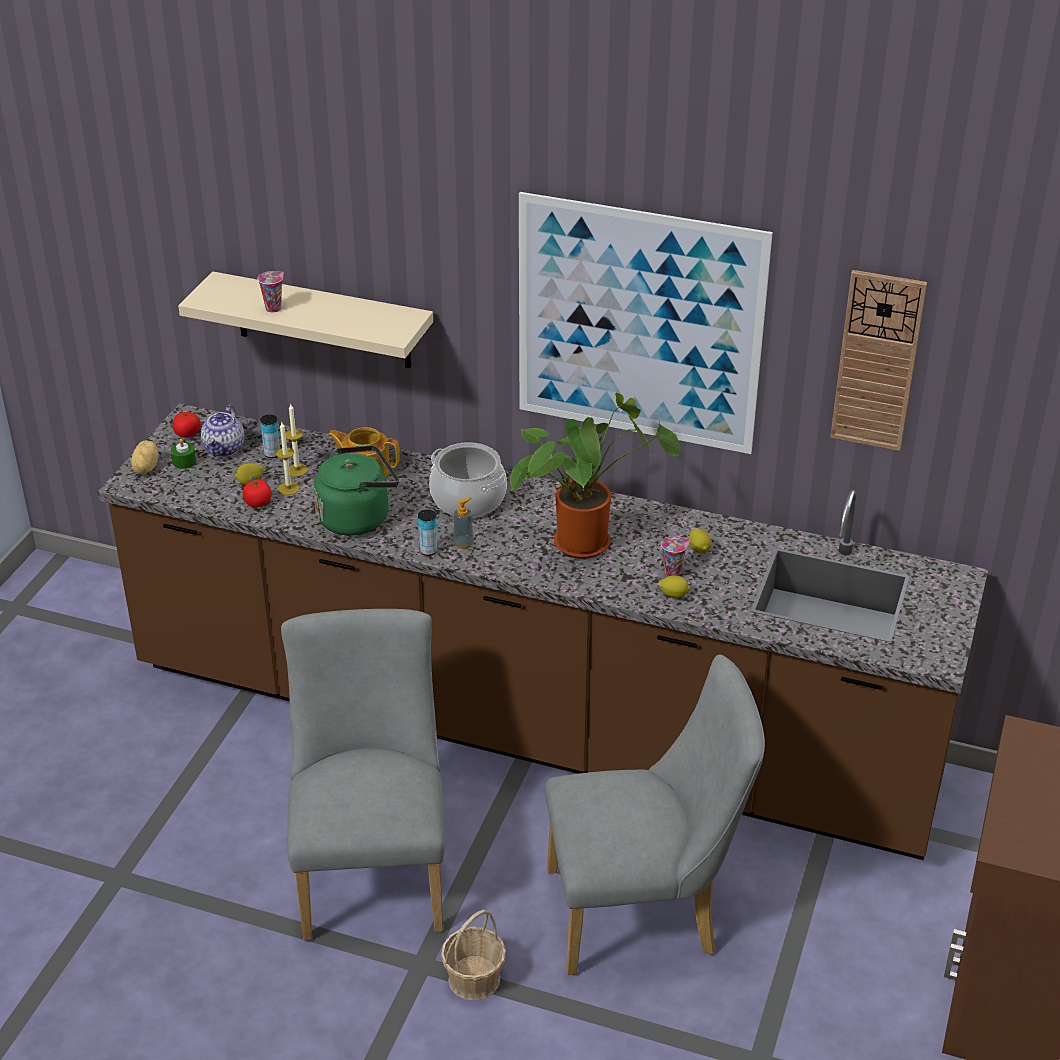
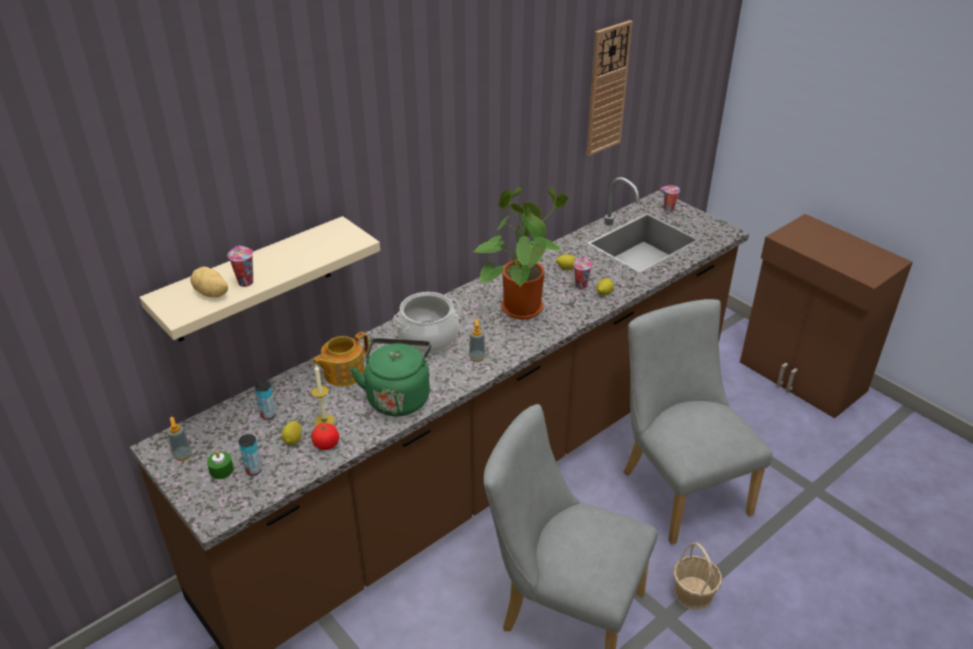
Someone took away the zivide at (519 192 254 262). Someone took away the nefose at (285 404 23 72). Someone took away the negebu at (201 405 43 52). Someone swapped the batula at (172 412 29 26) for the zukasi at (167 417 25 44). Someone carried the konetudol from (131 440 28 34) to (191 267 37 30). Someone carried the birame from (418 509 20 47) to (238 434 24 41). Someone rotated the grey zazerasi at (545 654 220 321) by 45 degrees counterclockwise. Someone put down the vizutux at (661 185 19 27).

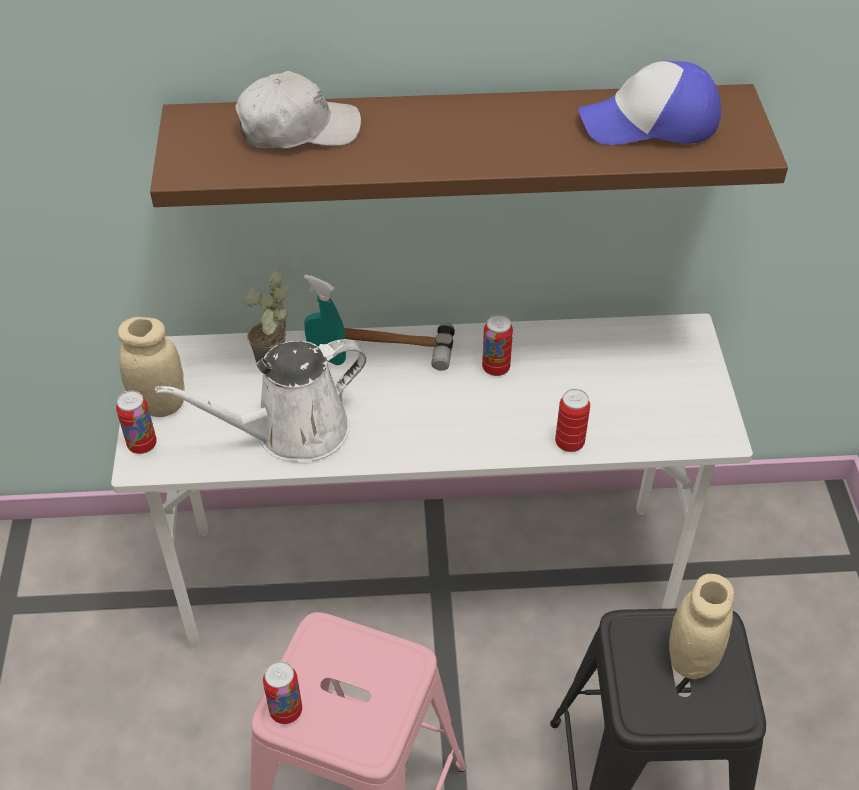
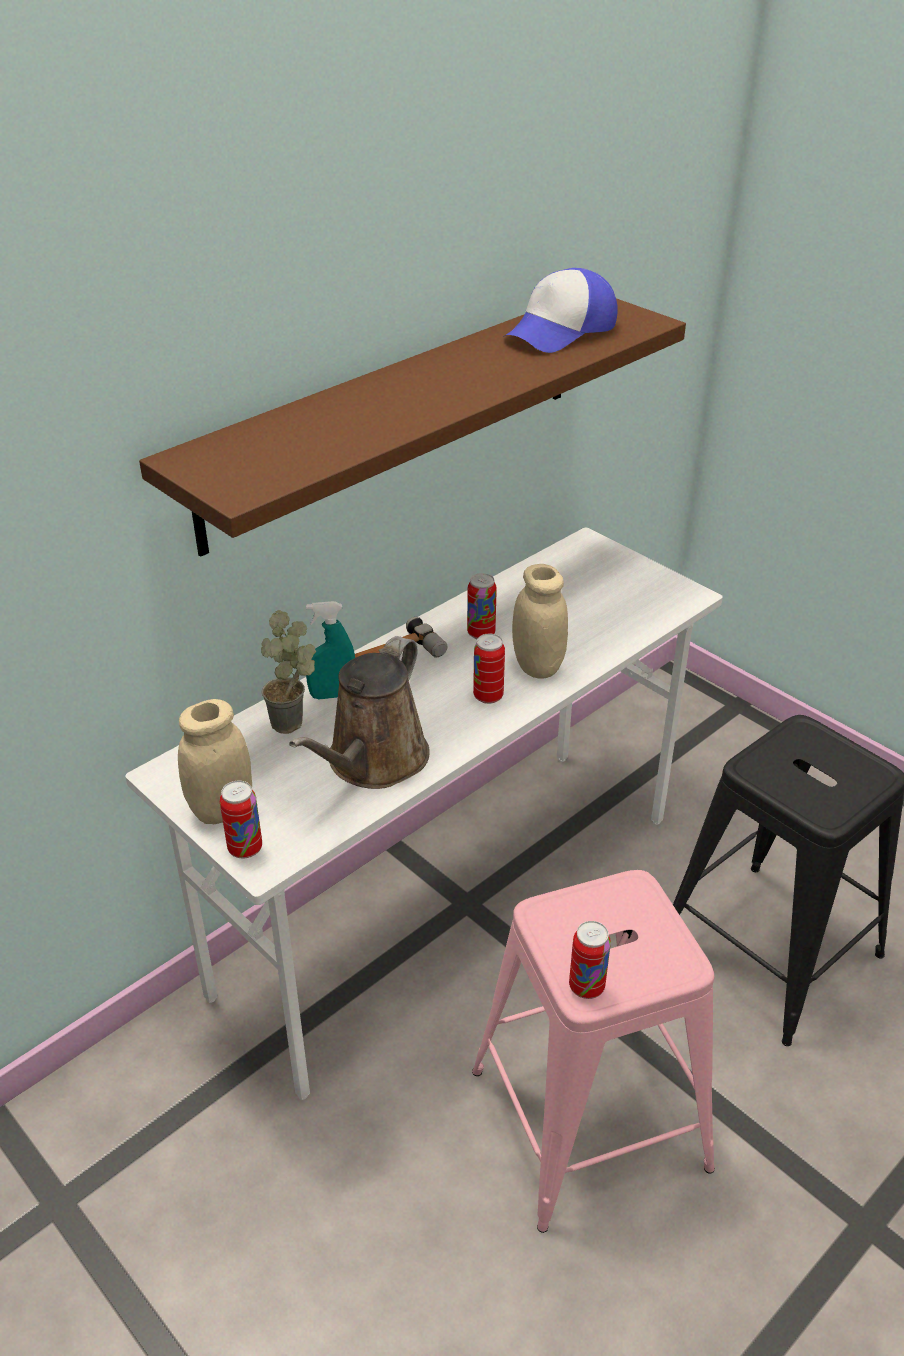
Someone took away the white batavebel at (235 71 126 78). Someone repainted the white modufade at (155 339 211 122), which became the brown modufade at (289 636 141 153). Someone carried the birame from (555 389 35 63) to (473 634 32 70). Someone carried the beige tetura from (669 574 65 105) to (512 564 56 114).

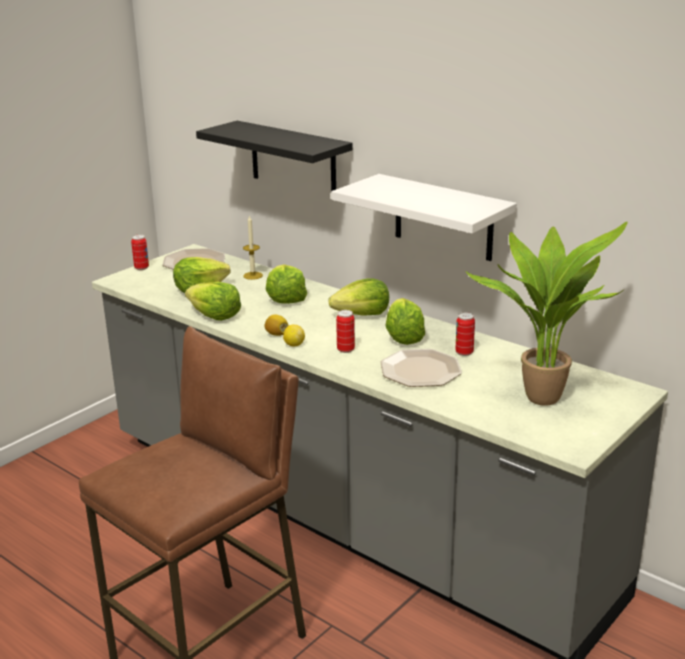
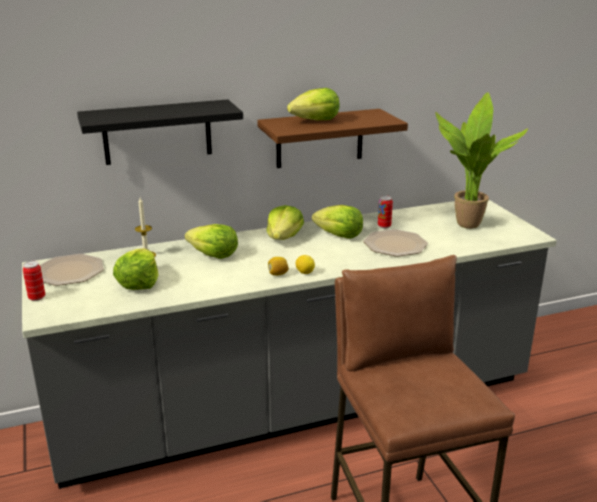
Someone repainted the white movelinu at (331 174 186 87), which became the brown movelinu at (257 109 151 59). Someone carried the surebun from (185 282 56 39) to (287 88 53 32). Someone took away the birame at (336 310 19 43).

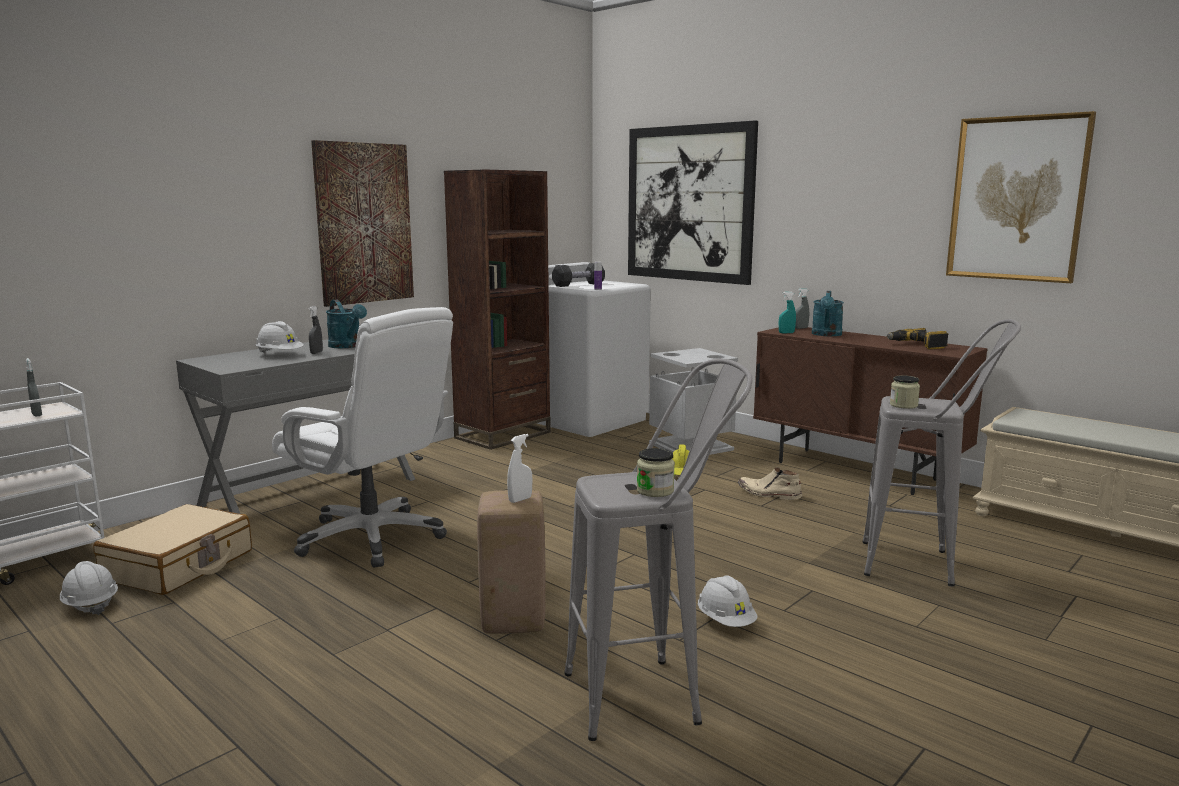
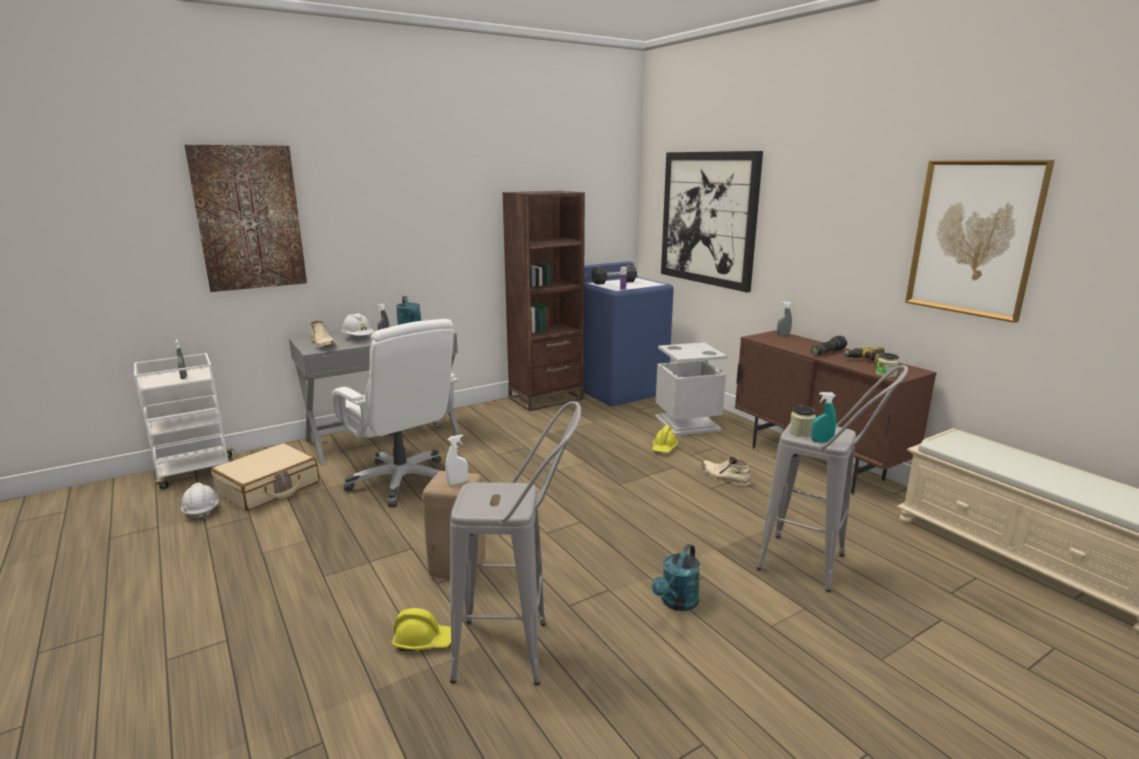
Someone carried the zivide from (311 140 103 167) to (184 145 123 147). Someone repainted the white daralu at (537 262 114 175), which became the blue daralu at (583 261 91 146). Someone carried the turquoise modufade from (812 291 32 45) to (652 544 48 67). Someone carried the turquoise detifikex from (779 292 17 41) to (811 392 25 51). Someone carried the tetura from (637 448 38 49) to (876 353 23 25). Someone took away the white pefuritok at (698 575 60 52). Someone put down the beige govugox at (310 321 26 27). Someone put down the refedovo at (811 336 36 20). Someone put down the yellow pefuritok at (392 608 59 43).

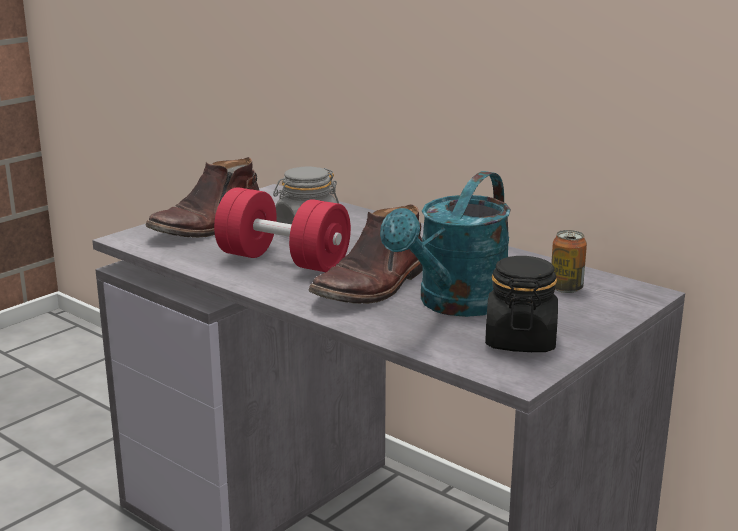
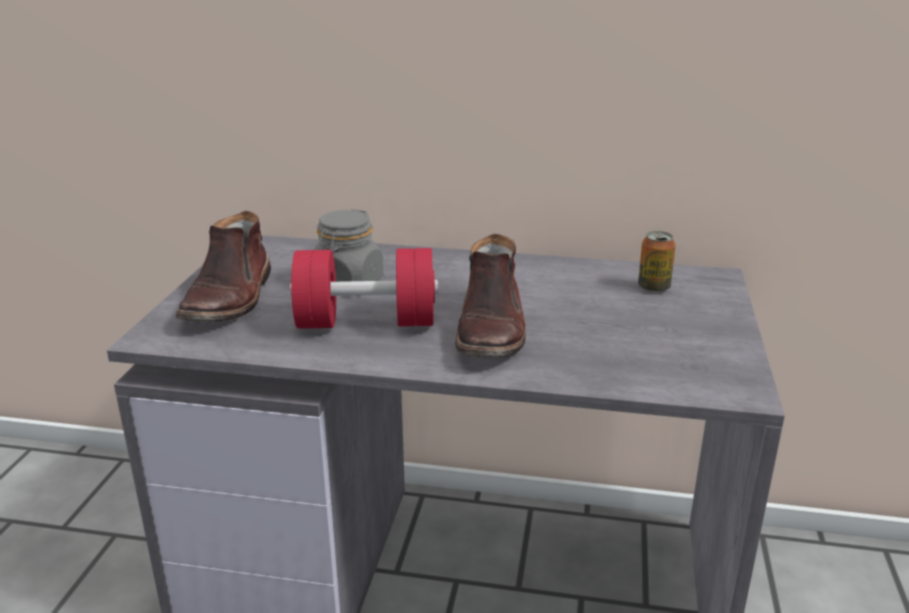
Someone took away the turquoise modufade at (380 171 131 146). Someone took away the black tetura at (485 256 73 96).

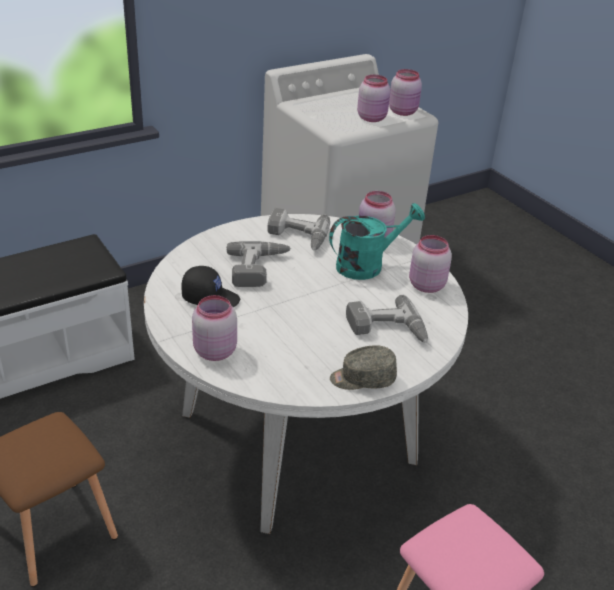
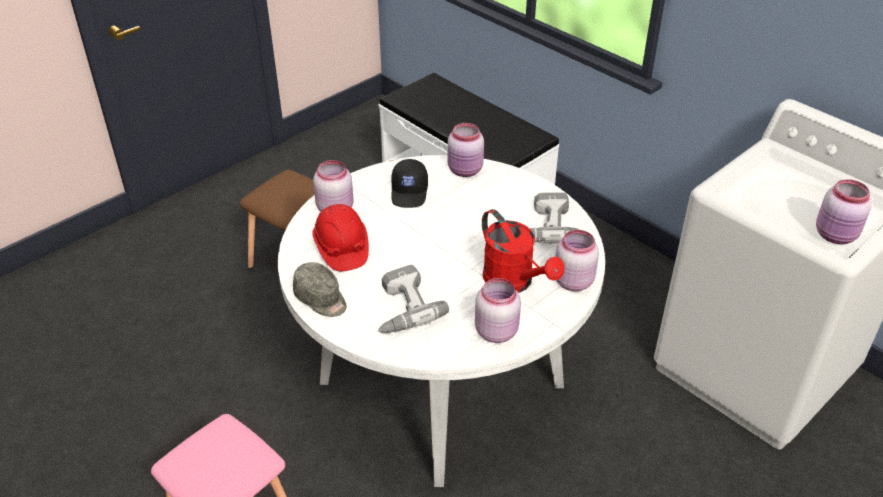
Someone carried the pink tetura from (357 75 33 47) to (448 123 36 54). Someone repainted the turquoise modufade at (329 203 96 77), which became the red modufade at (482 209 82 84). Someone took away the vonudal at (227 241 64 46). Someone rotated the grey batavebel at (330 345 67 45) by 150 degrees clockwise. Someone put down the red pefuritok at (312 204 57 67).

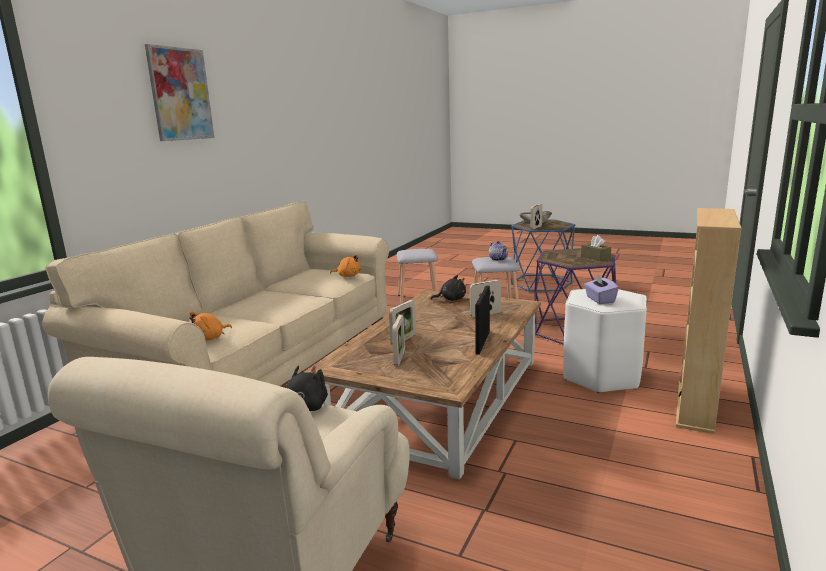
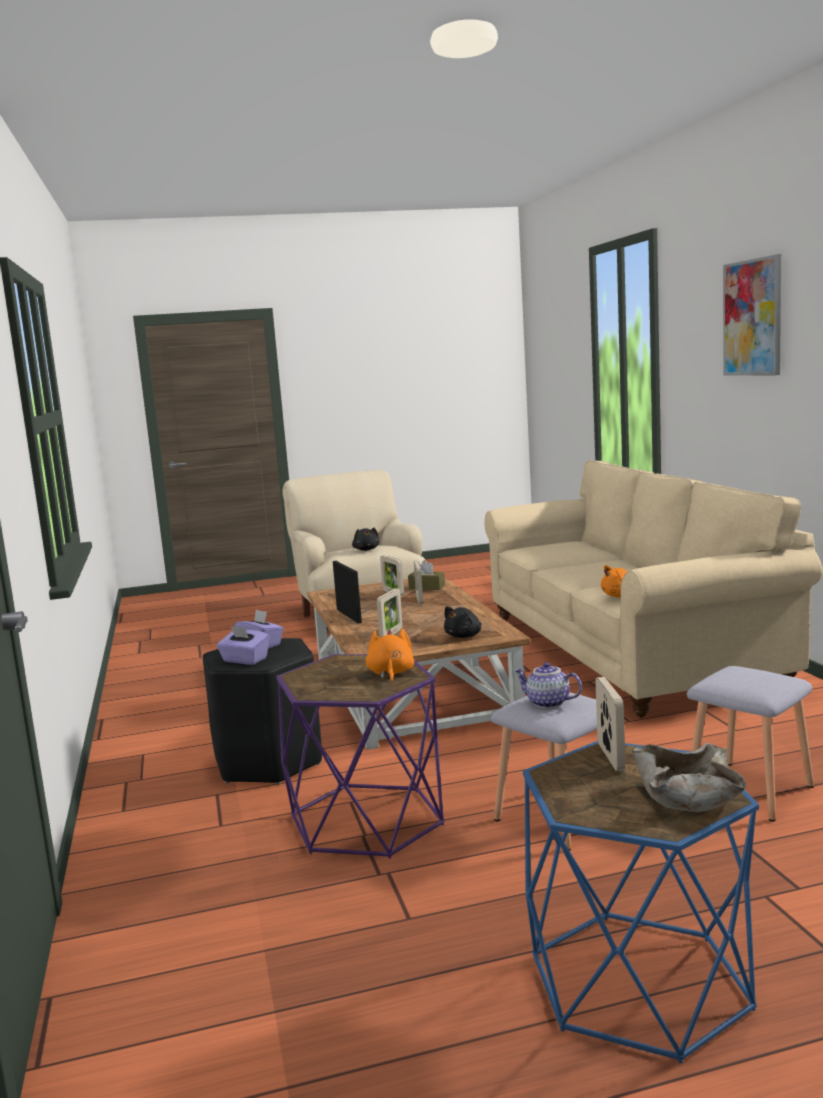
Someone took away the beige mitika at (676 208 66 226). Someone carried the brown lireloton from (581 235 30 26) to (408 560 37 30). Someone repainted the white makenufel at (563 289 84 104), which became the black makenufel at (203 638 119 147). Someone carried the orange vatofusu from (190 312 42 28) to (366 629 48 54). Someone put down the purple lireloton at (217 626 53 39).

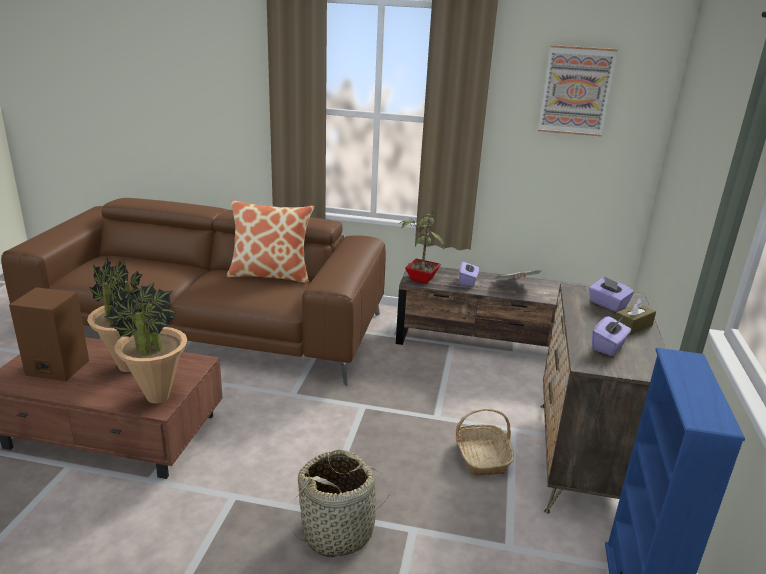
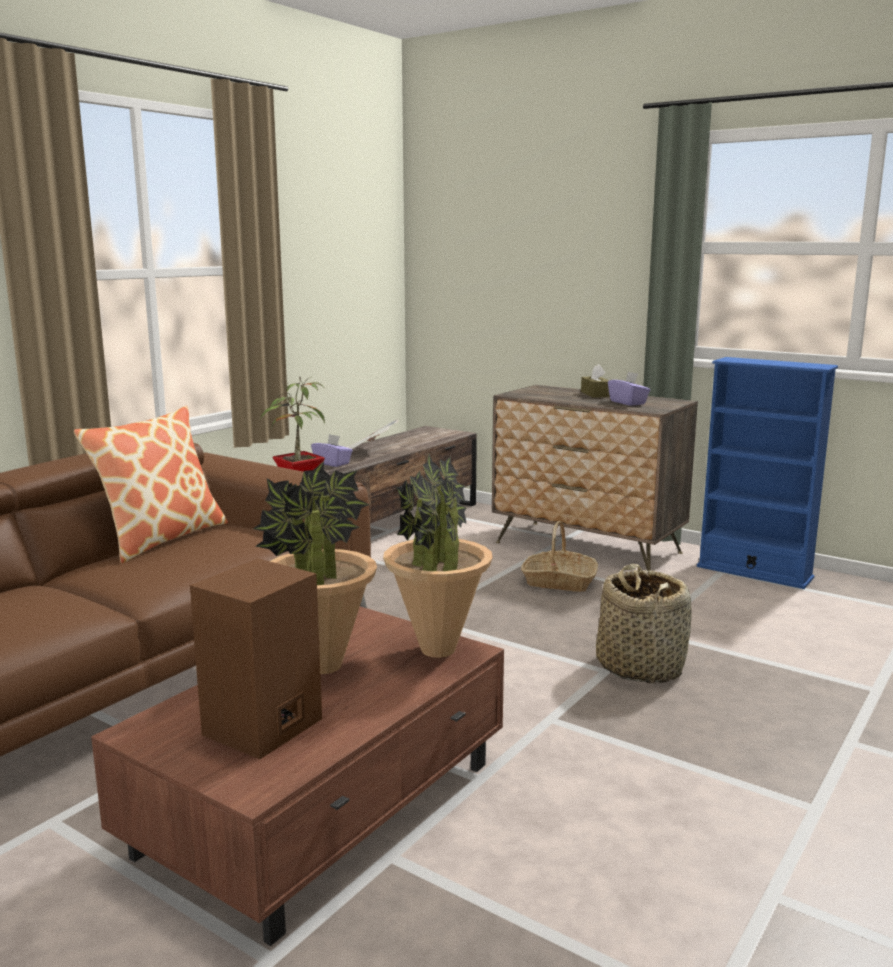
Someone took away the zivide at (538 45 80 91). Someone took away the purple lireloton at (589 276 45 36).

